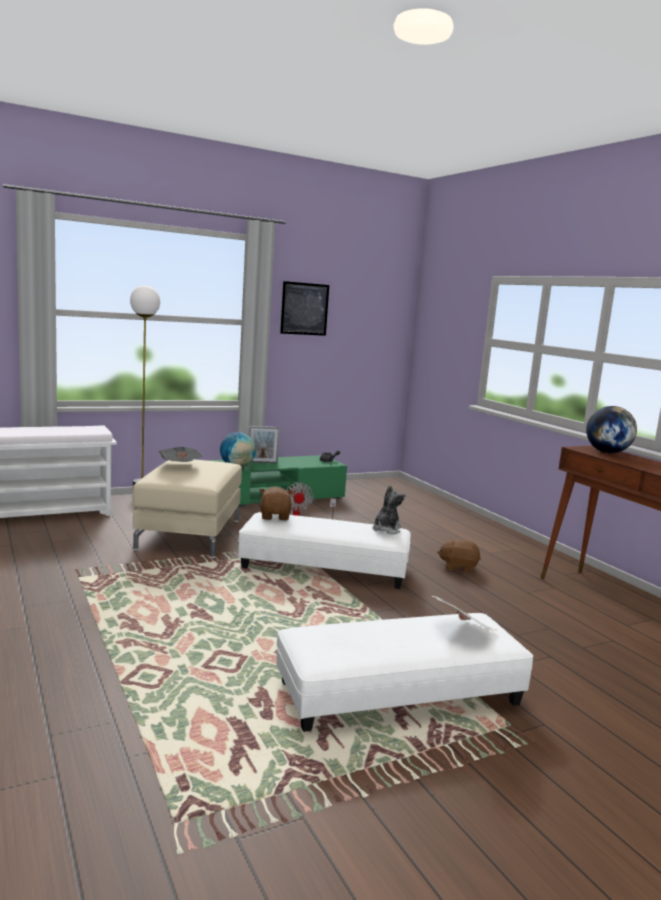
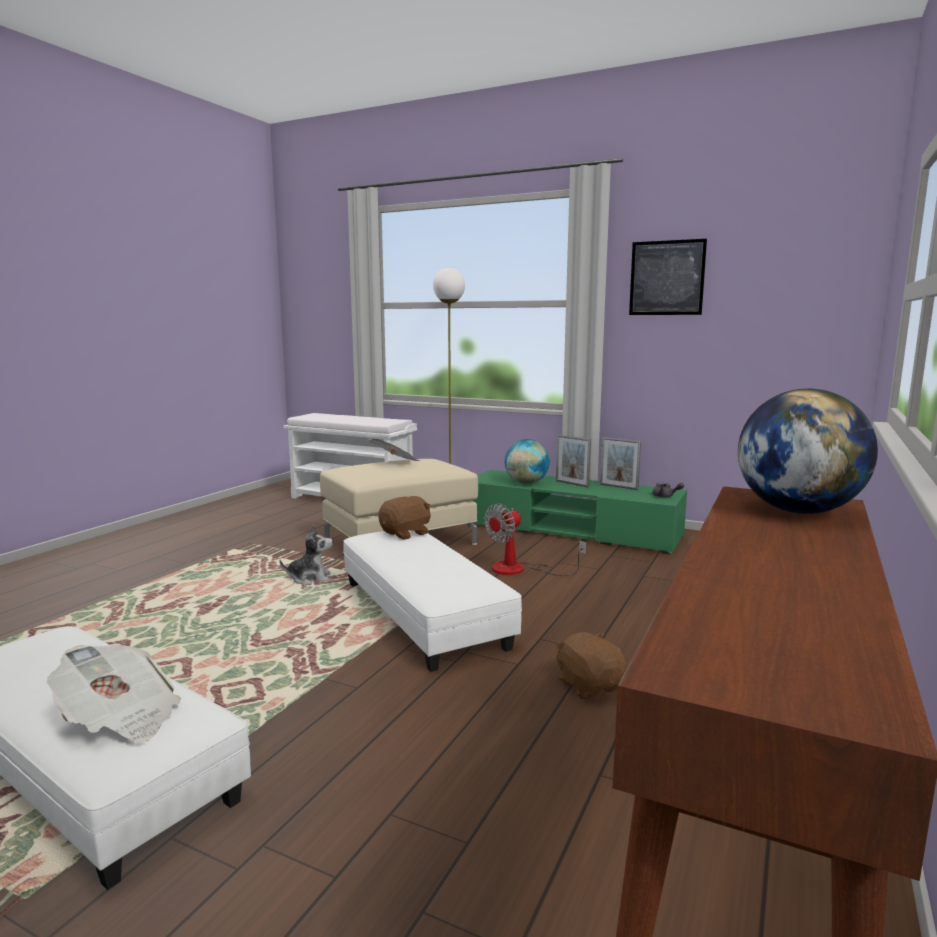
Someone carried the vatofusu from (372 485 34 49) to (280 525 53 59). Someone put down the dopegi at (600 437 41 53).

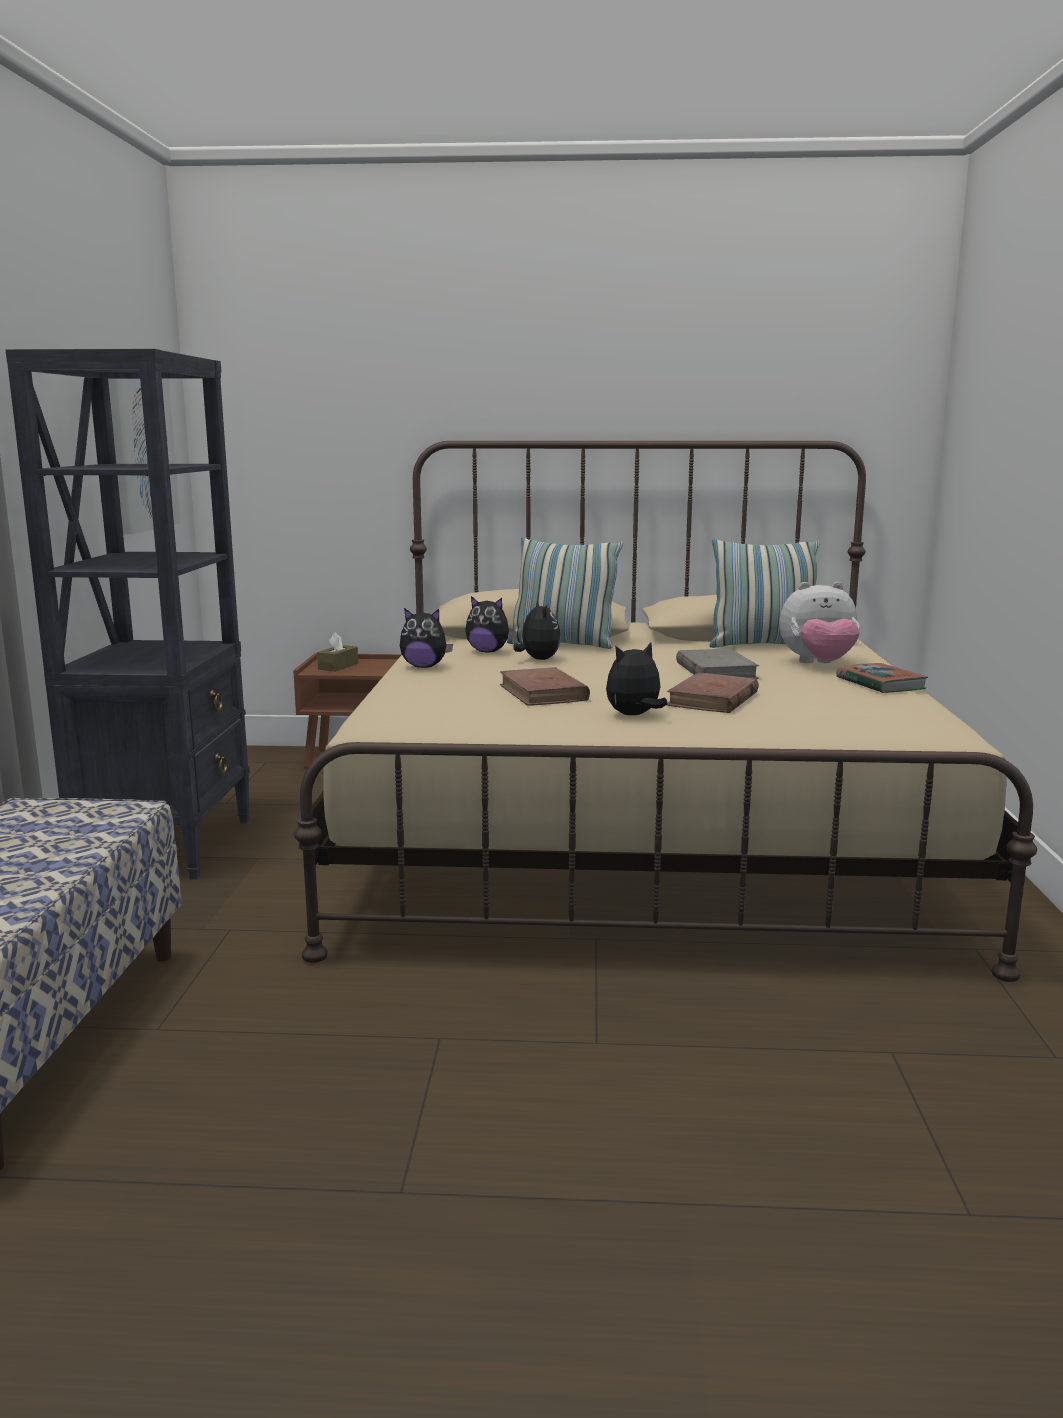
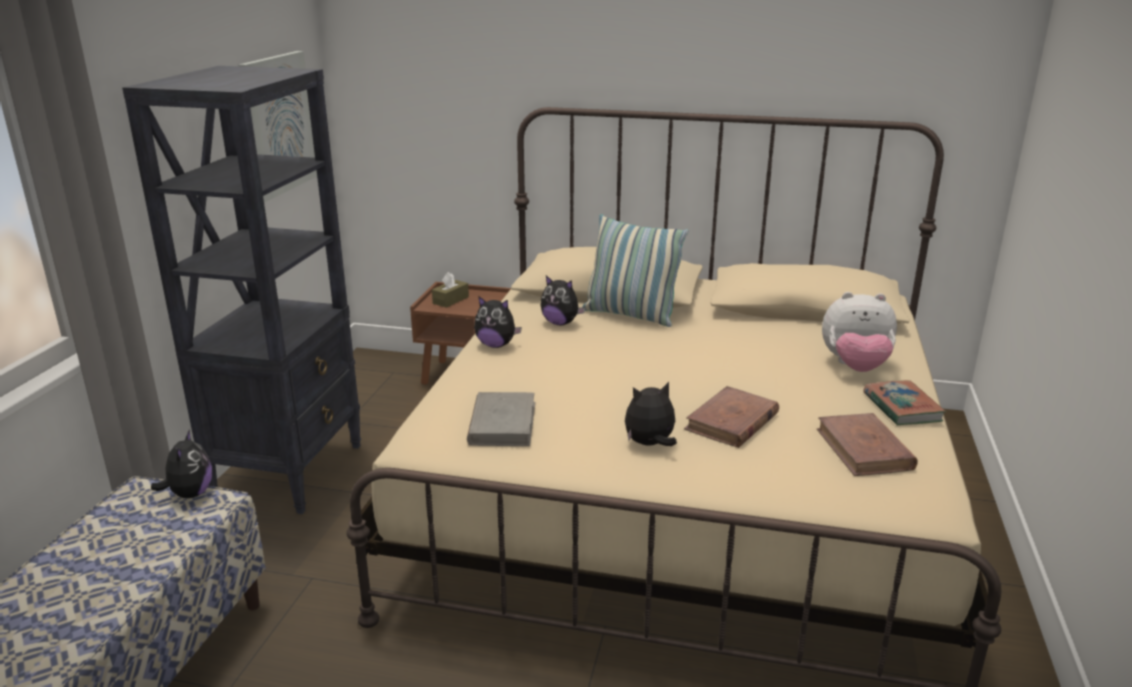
Someone took away the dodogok at (709 538 111 110). Someone carried the vatofusu from (513 601 48 59) to (151 429 61 69). Someone carried the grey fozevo from (676 649 83 30) to (467 392 69 54). Someone carried the brown fozevo from (500 667 90 39) to (817 413 101 63).

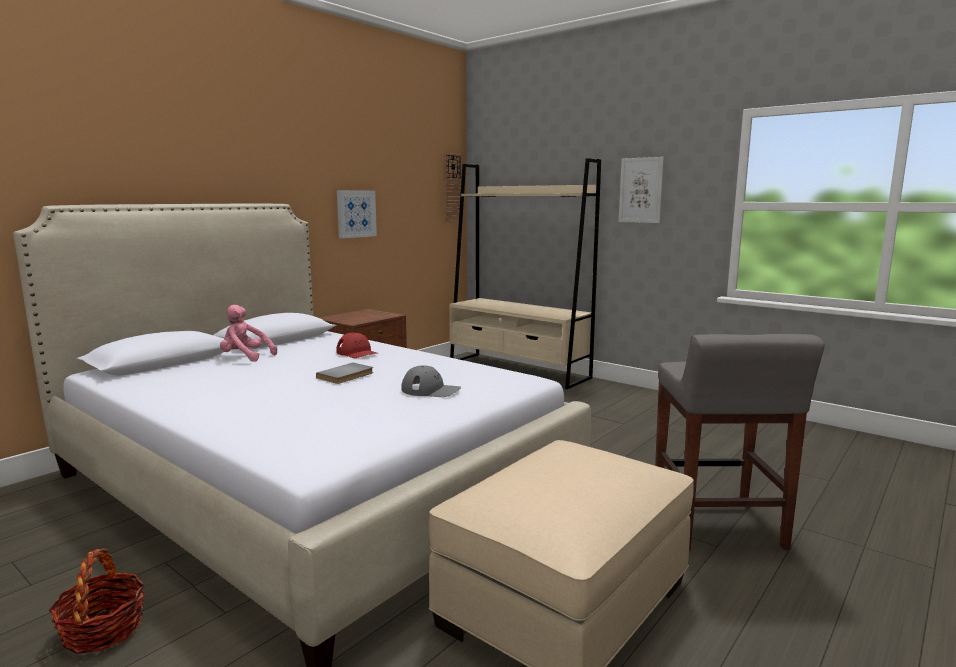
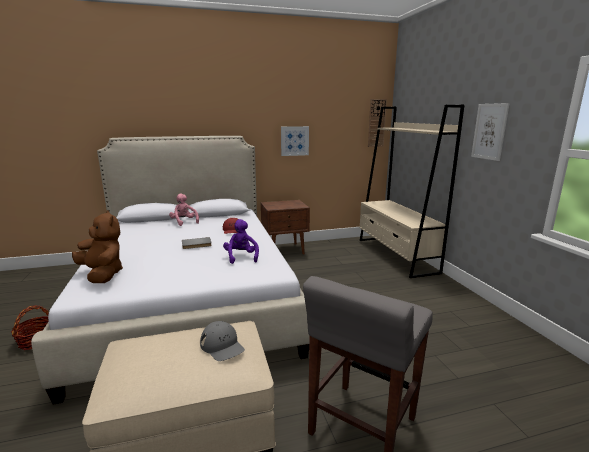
Someone carried the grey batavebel from (401 365 60 32) to (200 321 45 40). Someone put down the brown vatofusu at (72 210 51 73). Someone put down the purple vatofusu at (223 219 36 45).

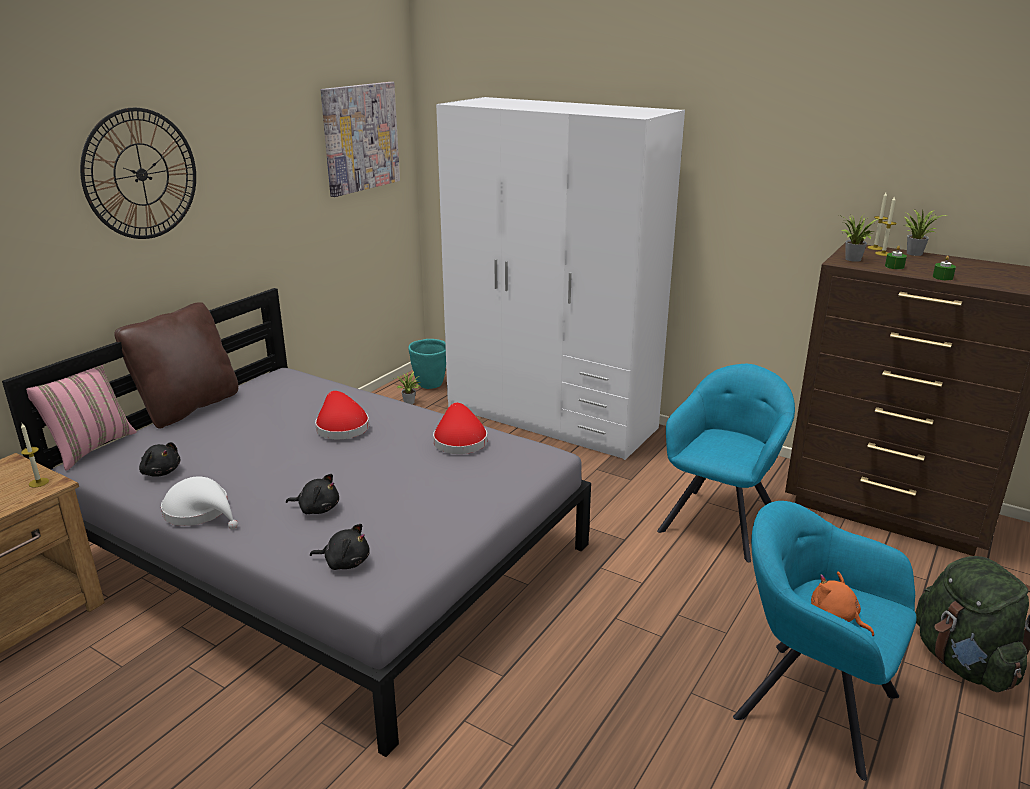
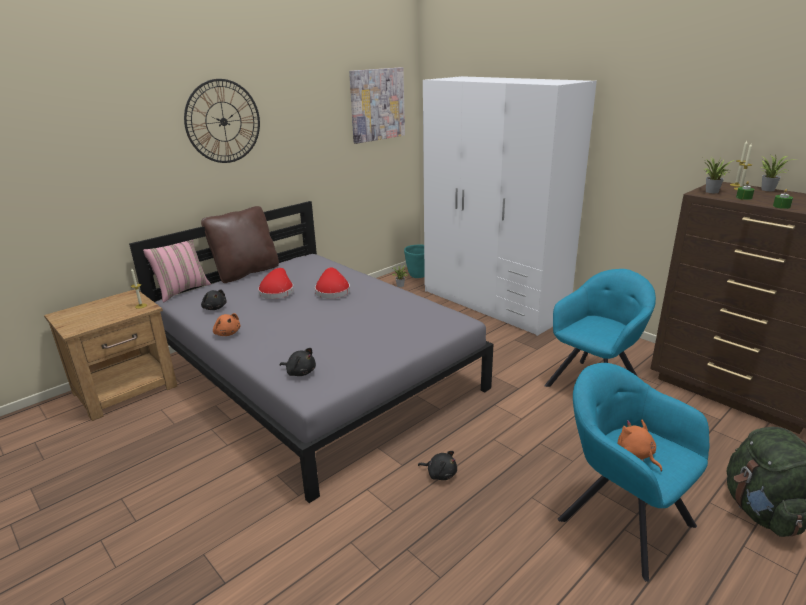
Someone carried the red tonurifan from (433 403 54 51) to (258 268 36 31). Someone carried the black vatofusu from (286 474 53 40) to (418 451 39 29). Someone swapped the white tonurifan at (161 476 77 54) for the orange vatofusu at (213 313 27 23).

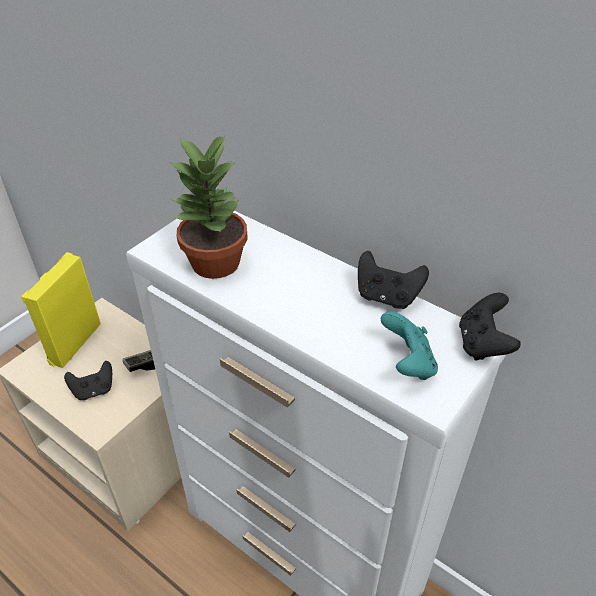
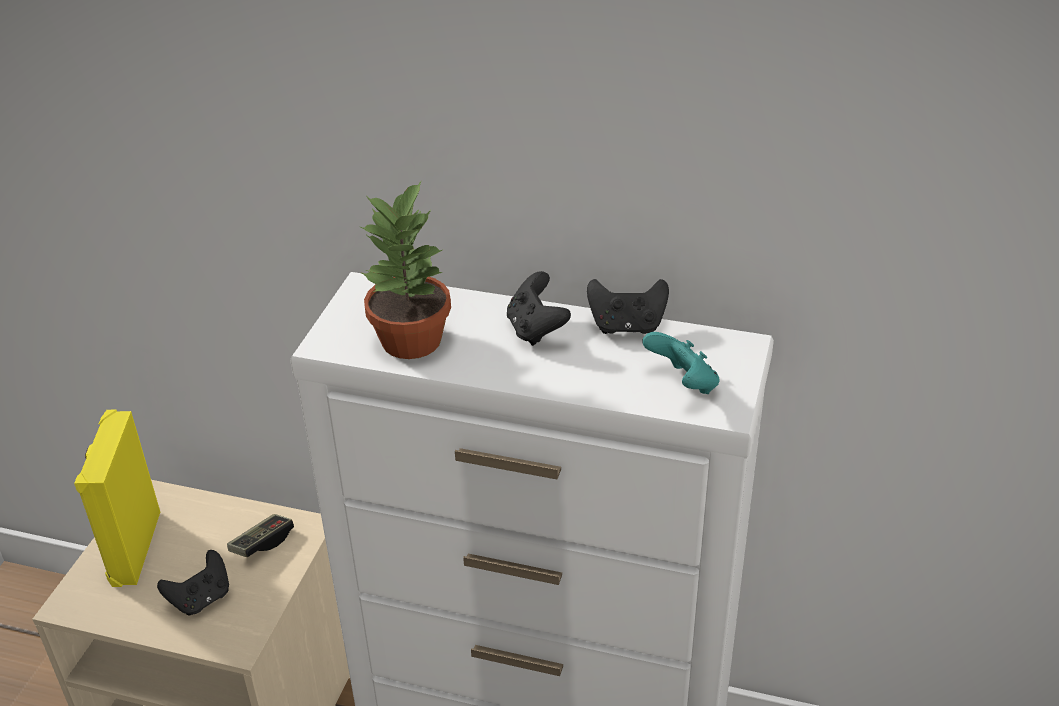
Someone carried the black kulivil from (459 293 62 68) to (507 271 64 75).

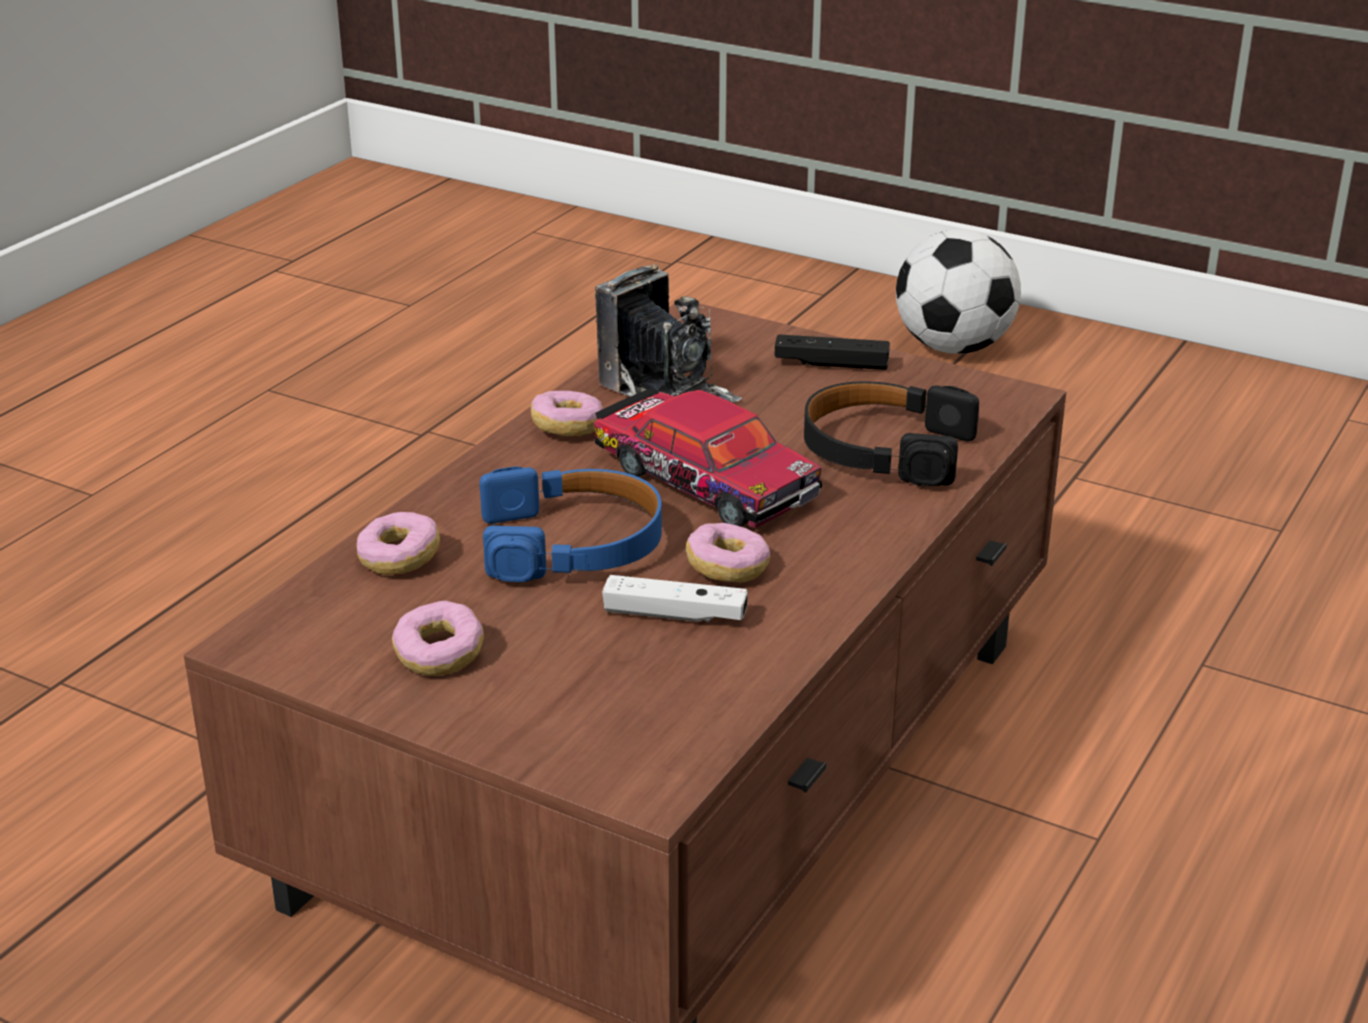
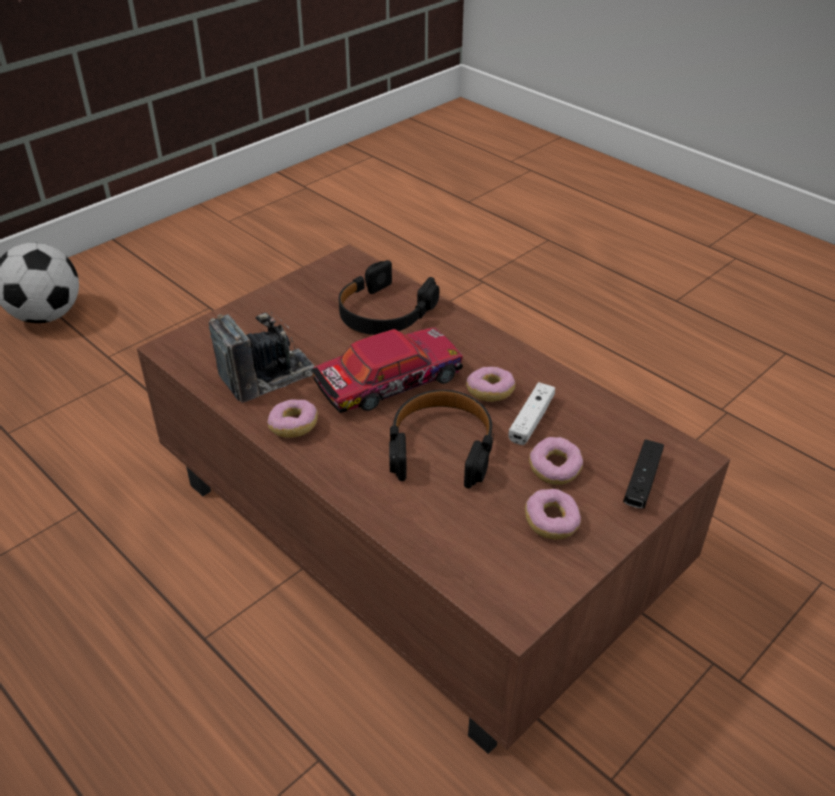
Someone carried the black kulivil from (775 334 115 36) to (623 439 41 69). Someone repainted the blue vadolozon at (480 467 182 115), which became the black vadolozon at (389 390 105 98). Someone carried the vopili from (356 512 84 63) to (529 437 54 48).

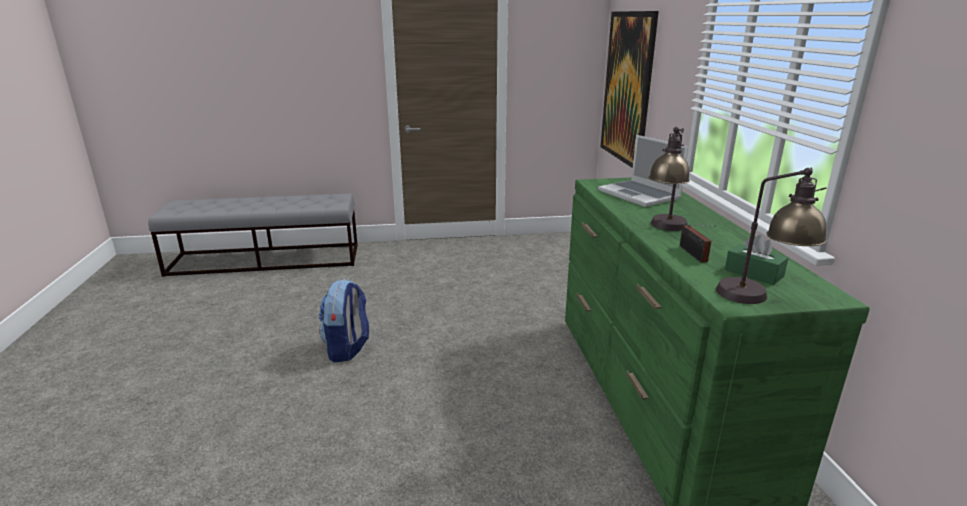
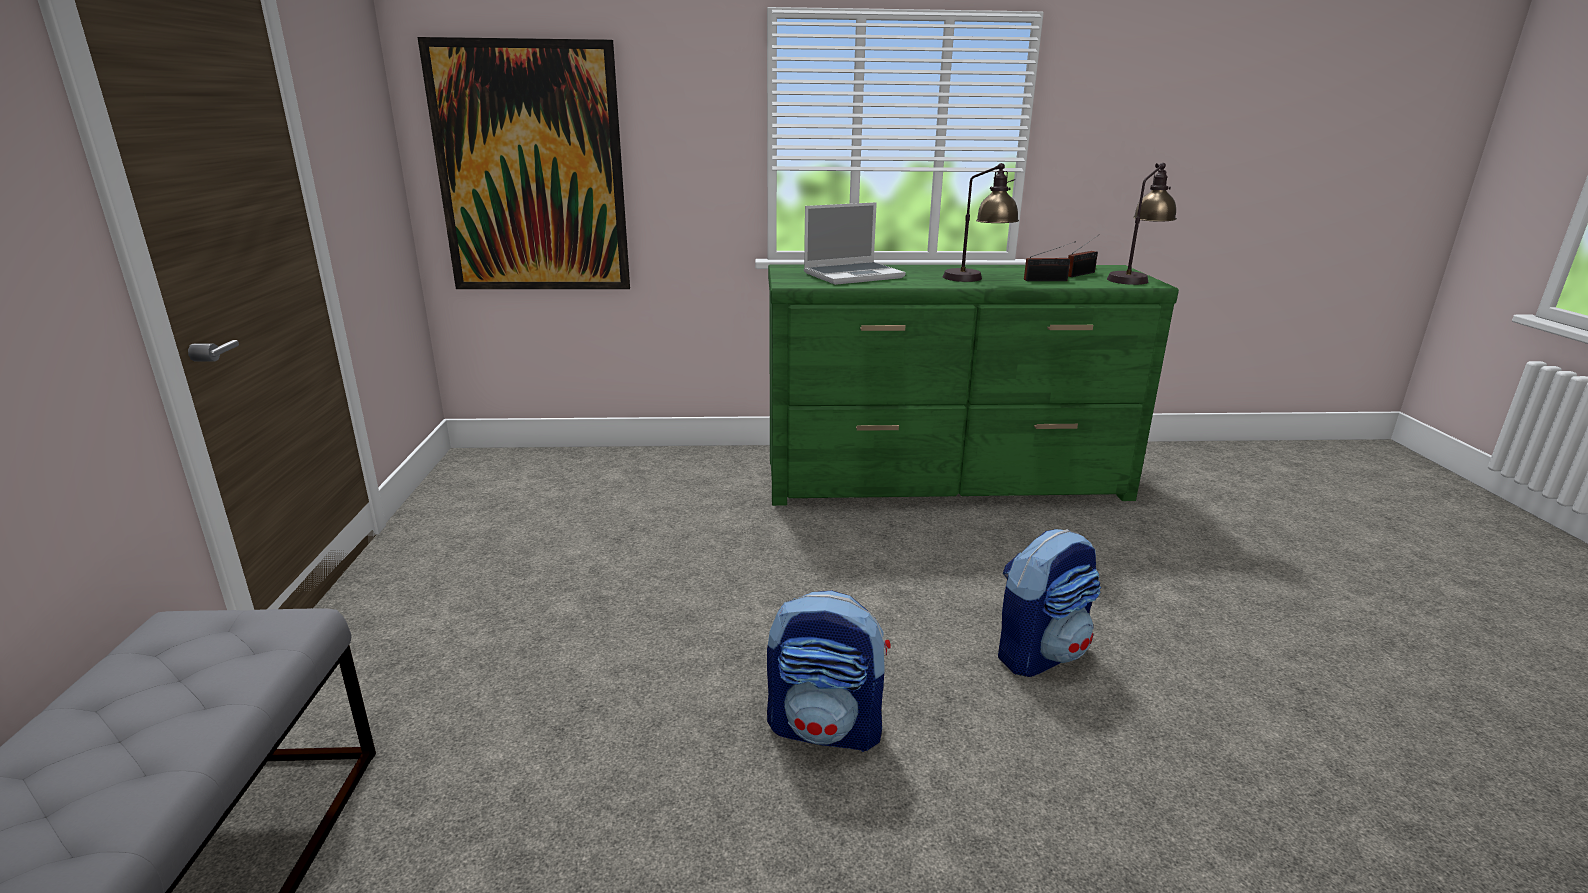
Someone swapped the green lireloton at (725 235 63 50) for the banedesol at (1068 235 31 42). Someone put down the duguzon at (998 529 103 148).

